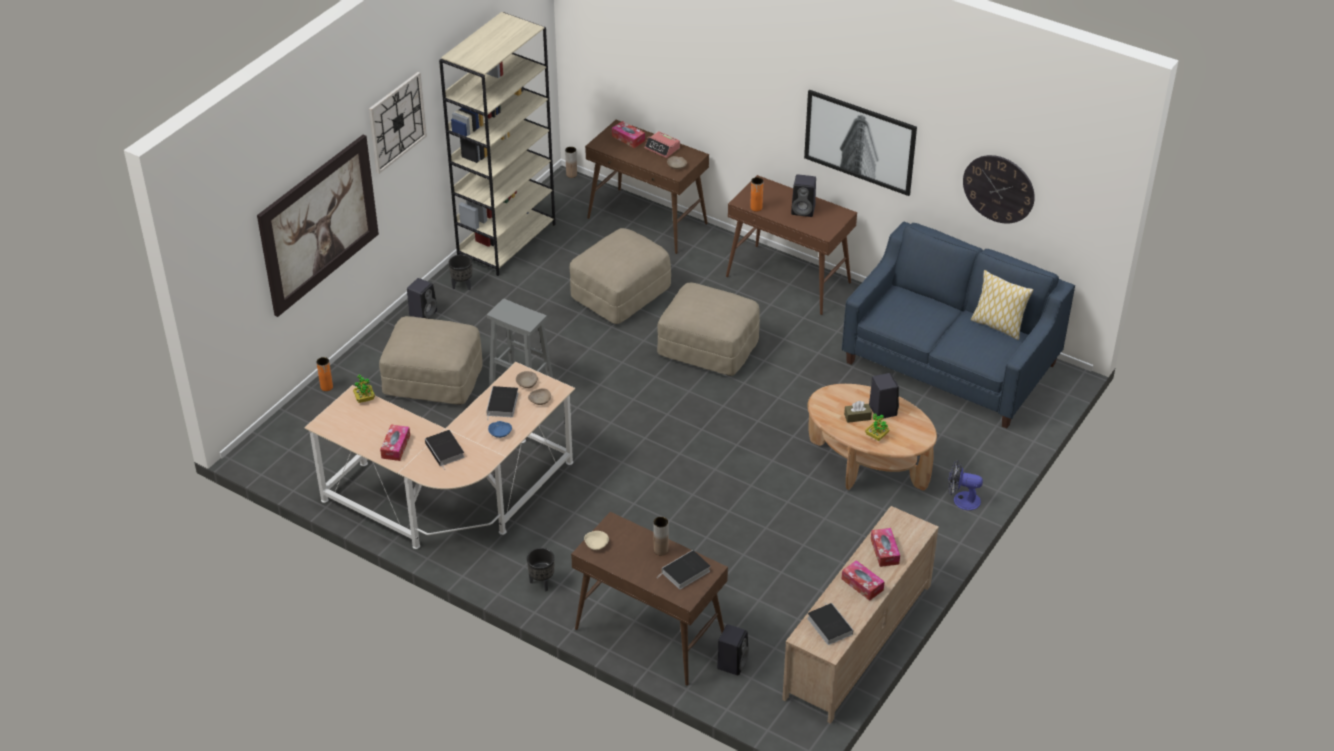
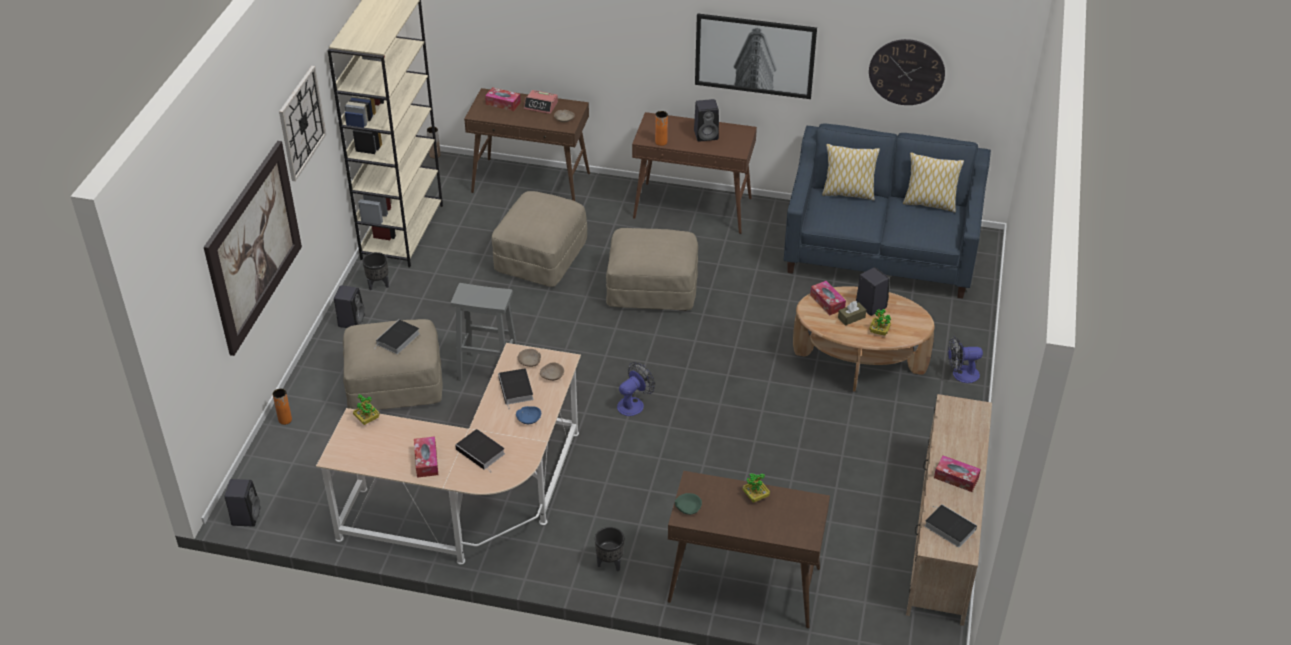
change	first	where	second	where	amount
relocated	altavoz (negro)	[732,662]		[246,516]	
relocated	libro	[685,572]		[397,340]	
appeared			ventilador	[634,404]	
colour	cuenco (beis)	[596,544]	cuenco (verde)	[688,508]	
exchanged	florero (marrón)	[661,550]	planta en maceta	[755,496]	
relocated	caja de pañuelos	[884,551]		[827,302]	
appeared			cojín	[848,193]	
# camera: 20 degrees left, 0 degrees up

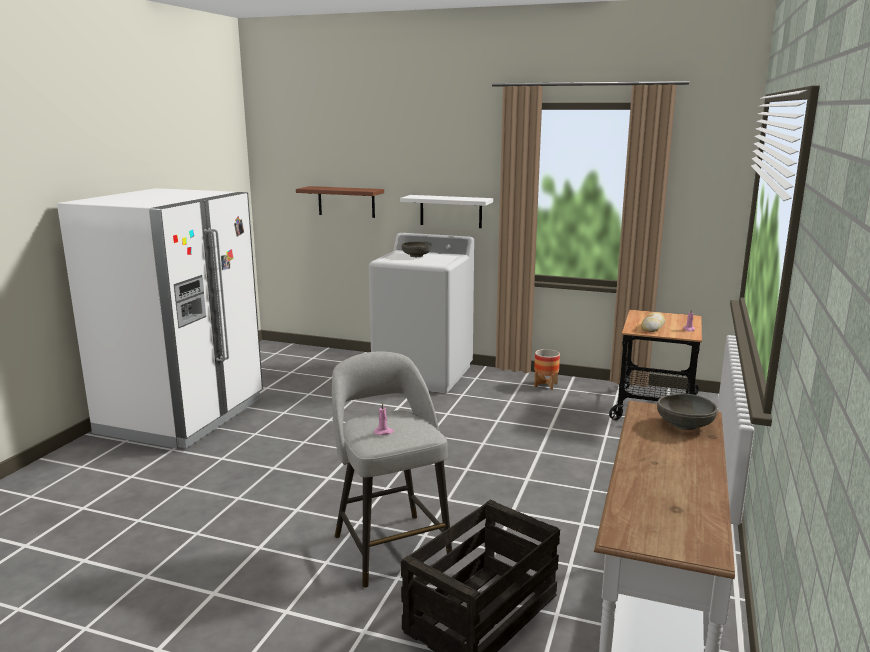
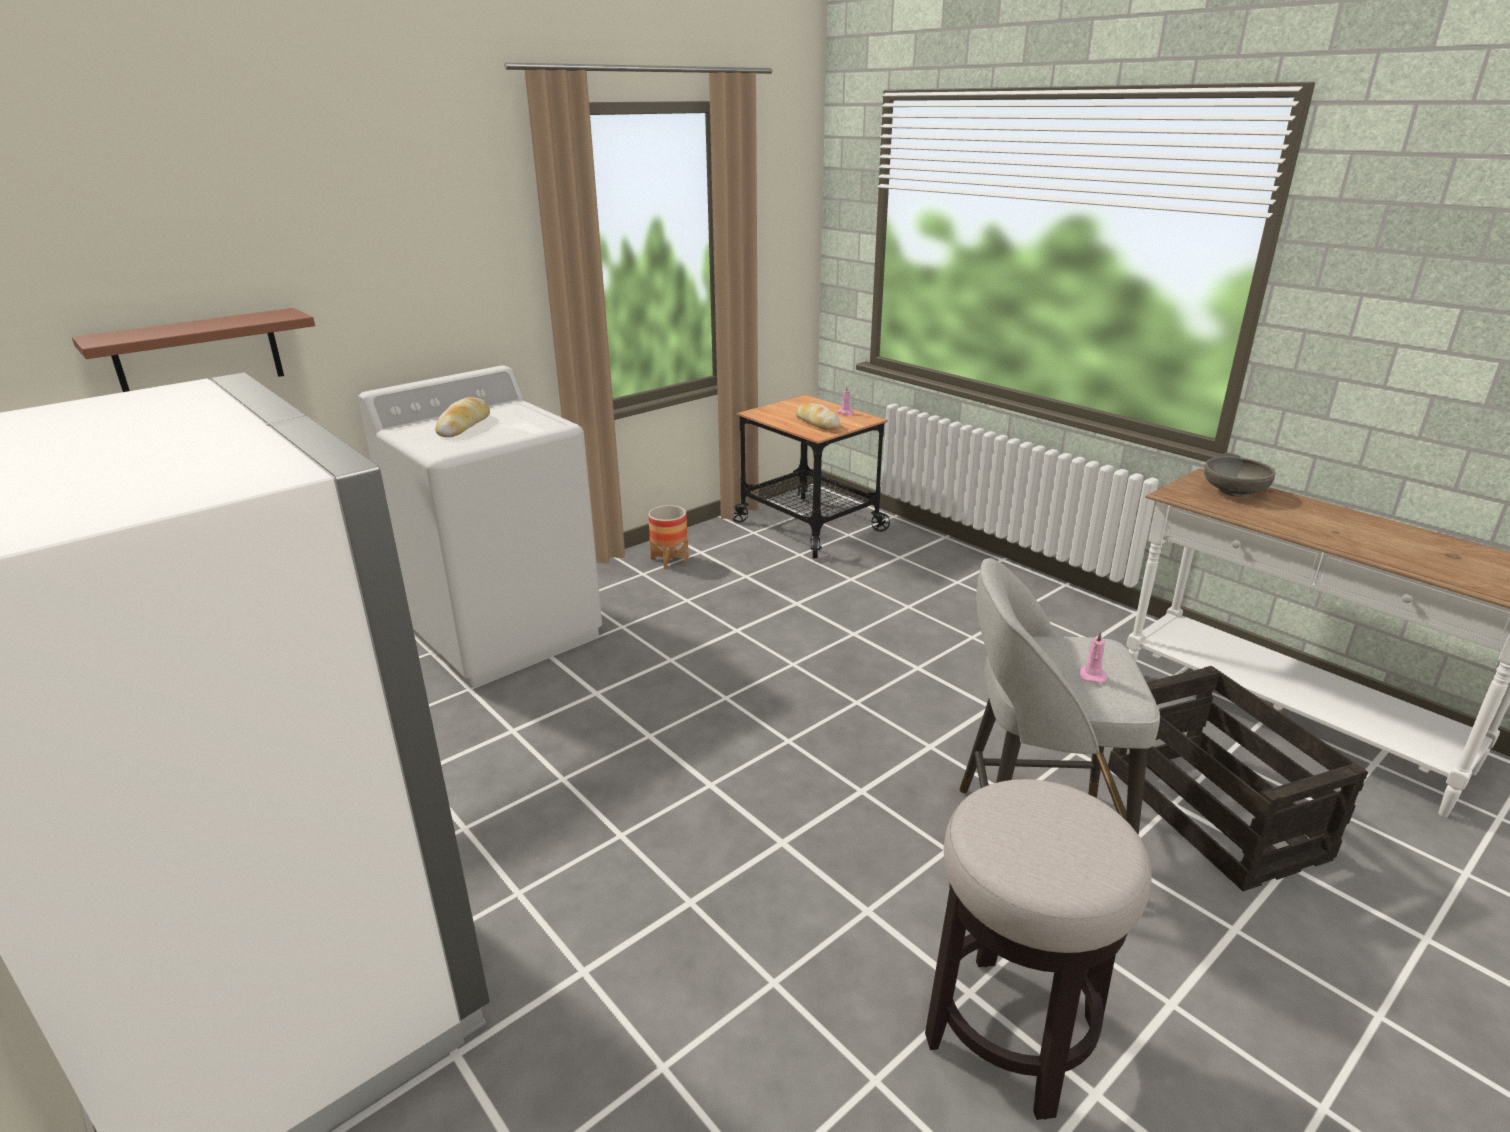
change	first	where	second	where	amount
exchanged	cuenco (gris)	[416,256]	pan	[464,425]	
appeared			taburete	[1012,1034]	
missing	estante (blanco)	[450,211]			
# camera: 60 degrees left, 10 degrees up

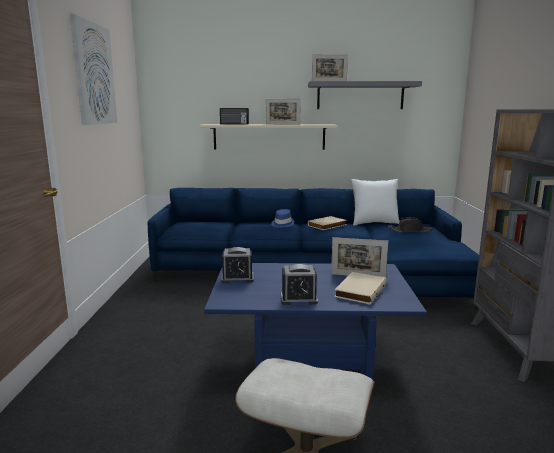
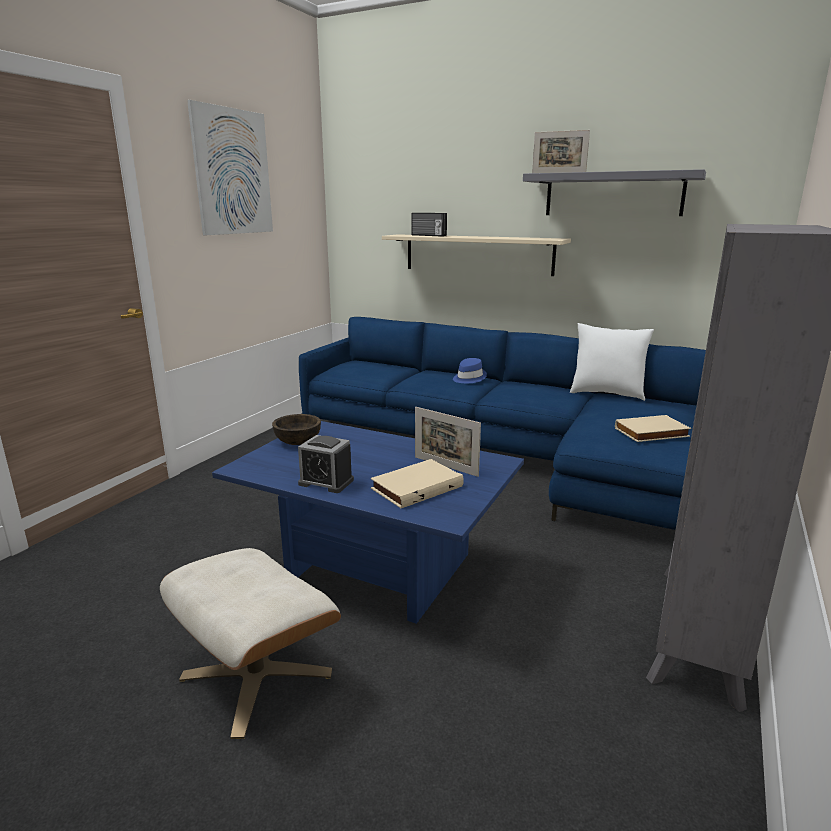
change	first	where	second	where	amount
exchanged	despertador	[237,278]	cuenco (marrón)	[298,442]	
relocated	libro (beis)	[327,225]		[652,433]	
missing	portarretratos	[282,124]			
missing	sombrero (negro)	[410,230]			
# camera: 25 degrees right, 5 degrees up

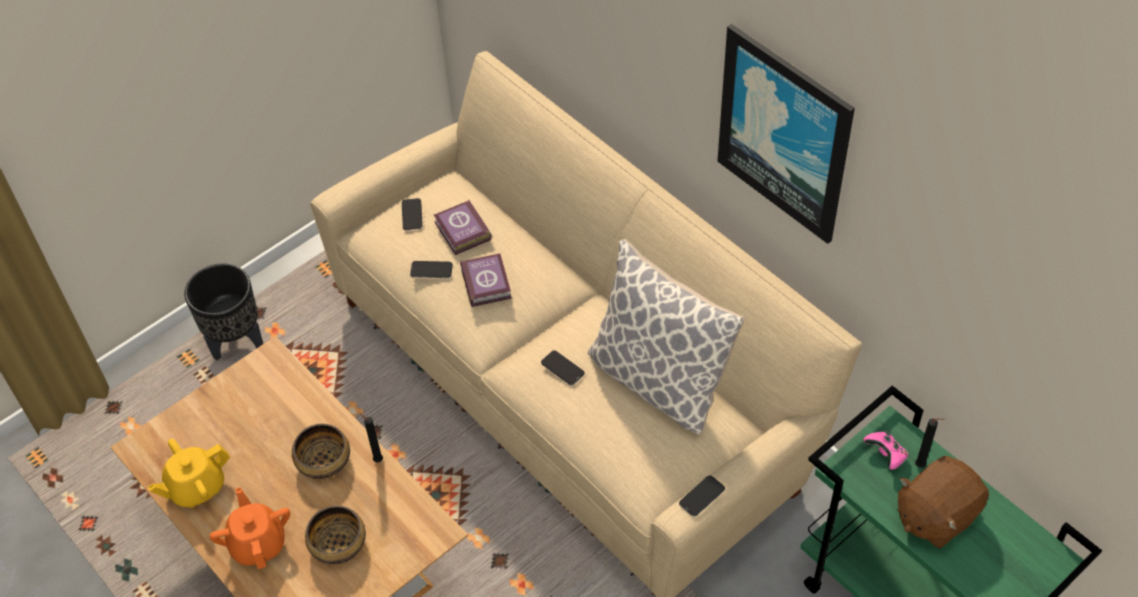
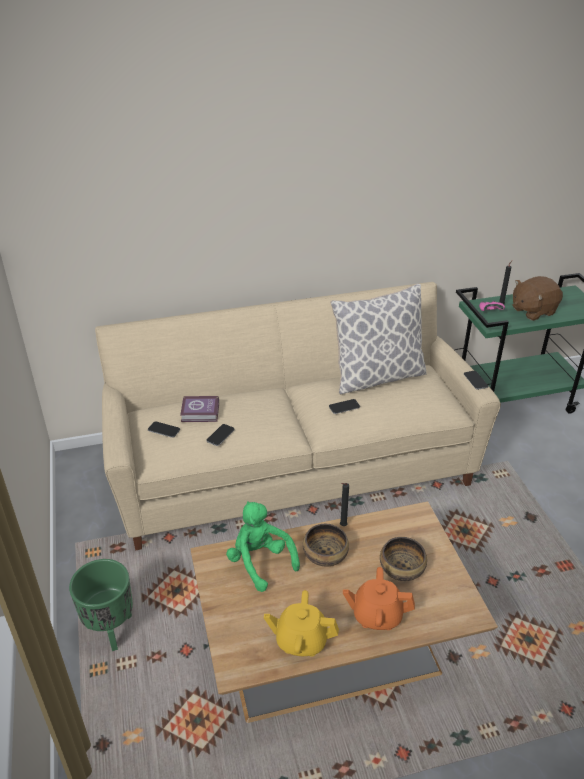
change	first	where	second	where	amount
colour	maceta (negro)	[237,342]	maceta (verde)	[111,630]	
appeared			peluche (verde)	[260,562]	
spun	tetera (amarillo)	[196,487]		[301,640]	105 degrees clockwise
spun	peluche (marrón)	[935,515]		[532,311]	75 degrees clockwise
missing	libro	[487,282]			
missing	cuadro	[784,133]			
# camera: 65 degrees left, 15 degrees down

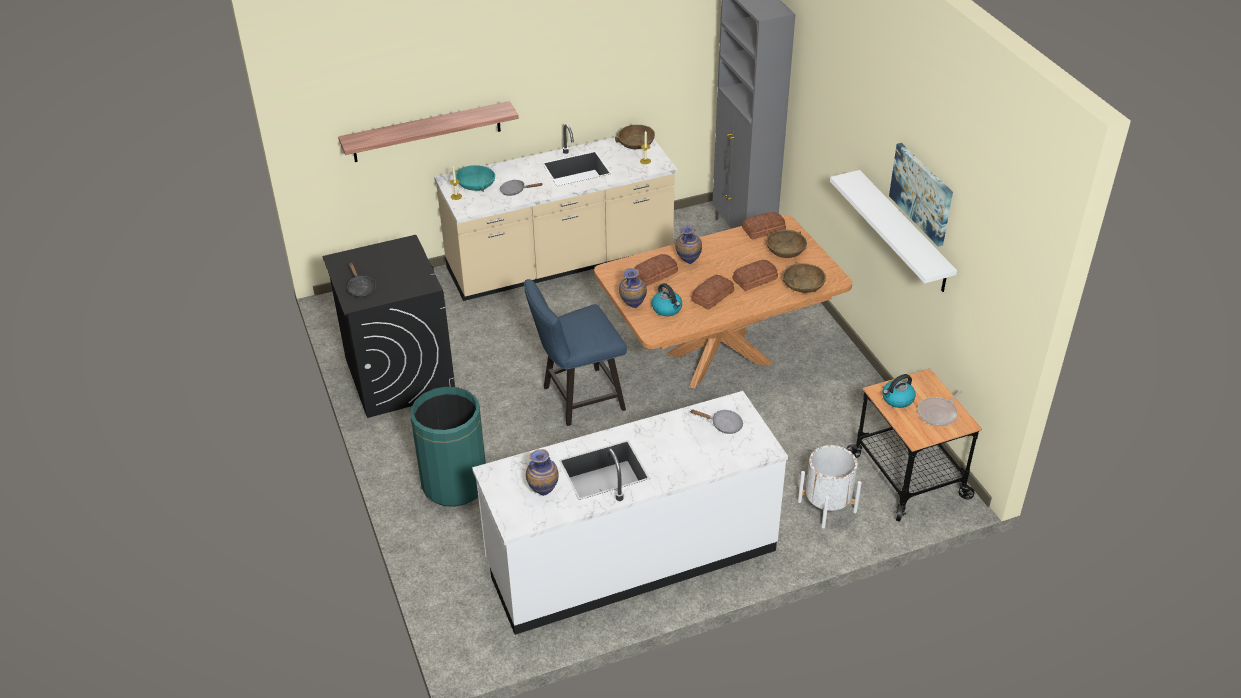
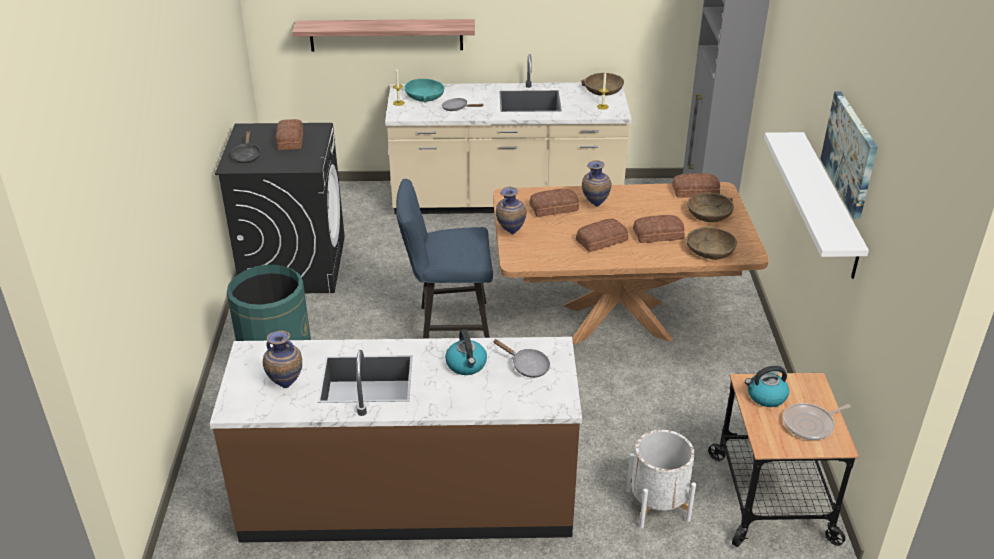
change	first	where	second	where	amount
colour	mueble bajo de cocina (blanco)	[631,557]	mueble bajo de cocina (marrón)	[408,496]	
appeared			pan	[289,140]	
relocated	hervidor	[667,309]		[466,365]	
# camera: 20 degrees right, 5 degrees down

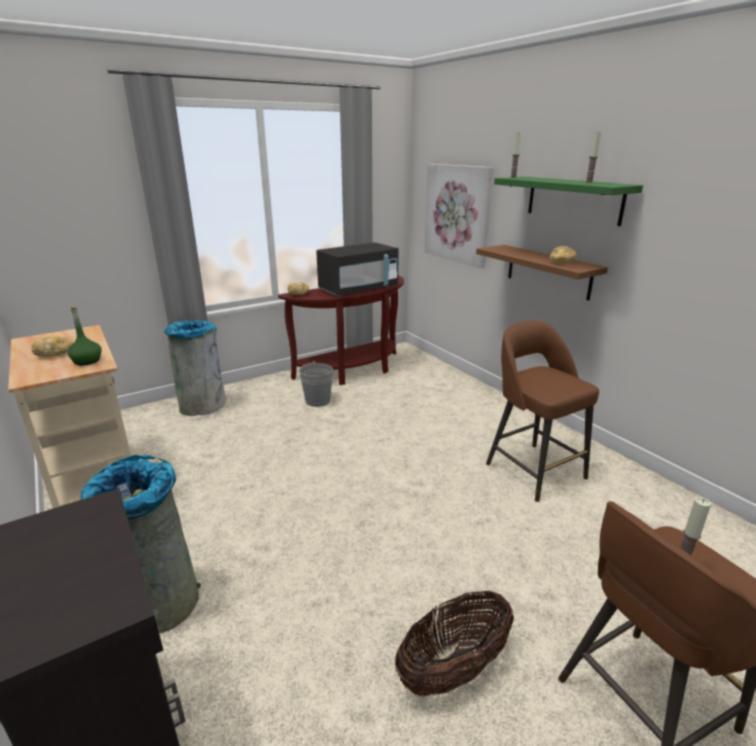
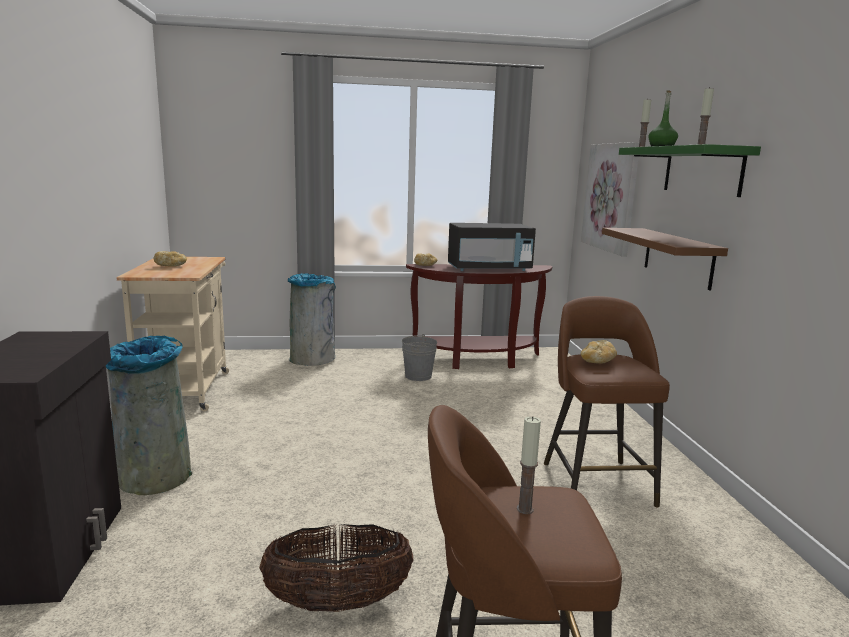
change	first	where	second	where	amount
relocated	pan	[561,262]		[597,362]	
relocated	botella (verde)	[87,361]		[661,147]	
# camera: 25 degrees right, 10 degrees down

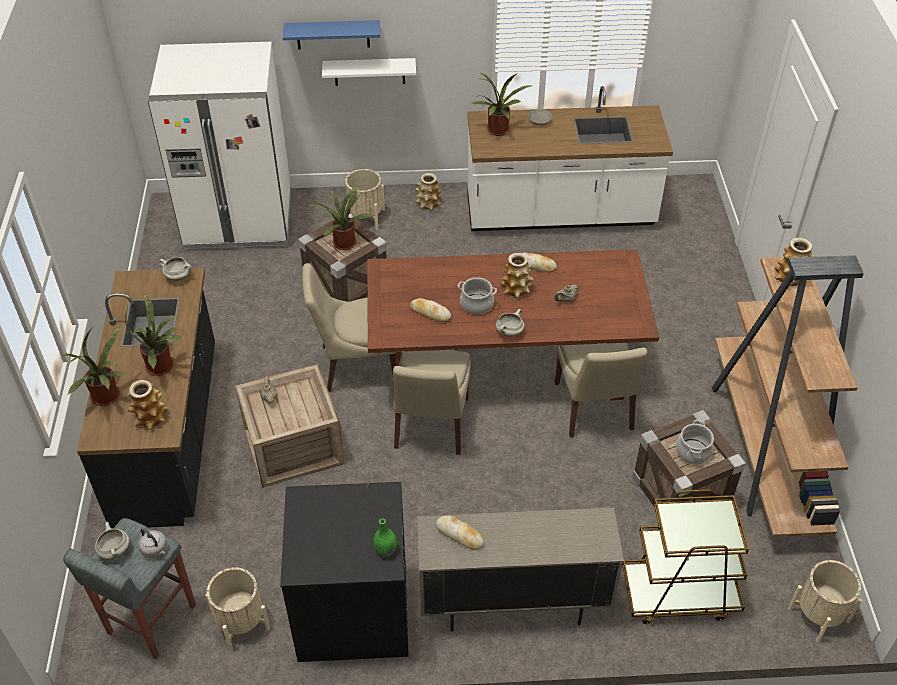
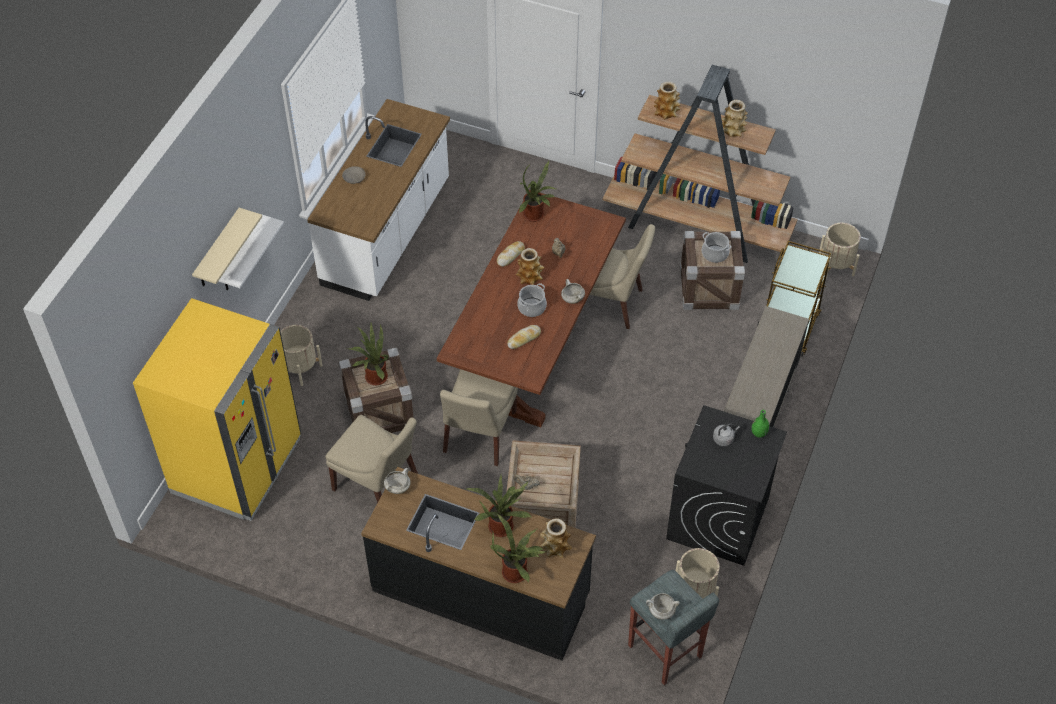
change	first	where	second	where	amount
colour	nevera (blanco)	[239,220]	nevera (amarillo)	[237,466]	
colour	estante (azul)	[333,34]	estante (beis)	[218,250]	
relocated	silla (beis)	[431,425]		[378,485]	
relocated	planta en maceta	[498,131]		[535,216]	
relocated	hervidor (gris)	[155,550]		[724,439]	
relocated	florero	[428,204]		[732,130]	
missing	pan	[459,535]			
# camera: 65 degrees left, 5 degrees up

